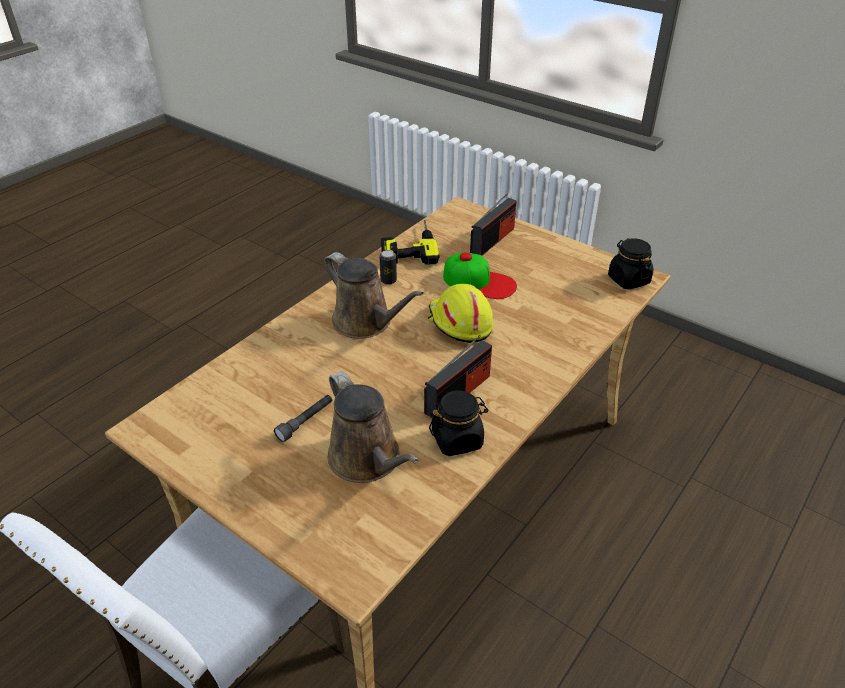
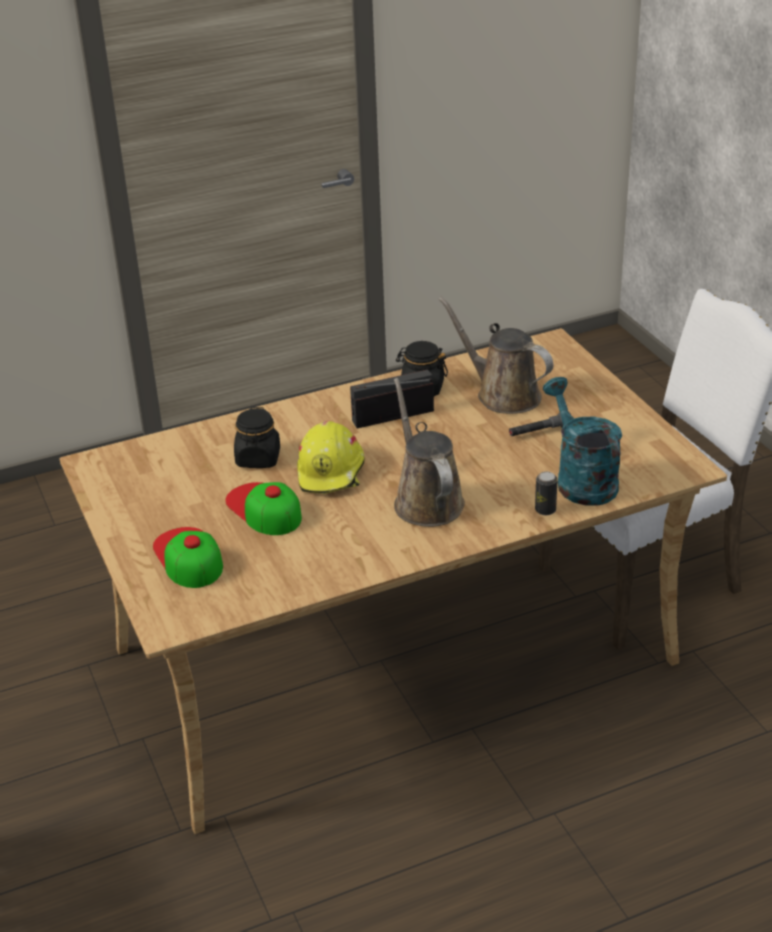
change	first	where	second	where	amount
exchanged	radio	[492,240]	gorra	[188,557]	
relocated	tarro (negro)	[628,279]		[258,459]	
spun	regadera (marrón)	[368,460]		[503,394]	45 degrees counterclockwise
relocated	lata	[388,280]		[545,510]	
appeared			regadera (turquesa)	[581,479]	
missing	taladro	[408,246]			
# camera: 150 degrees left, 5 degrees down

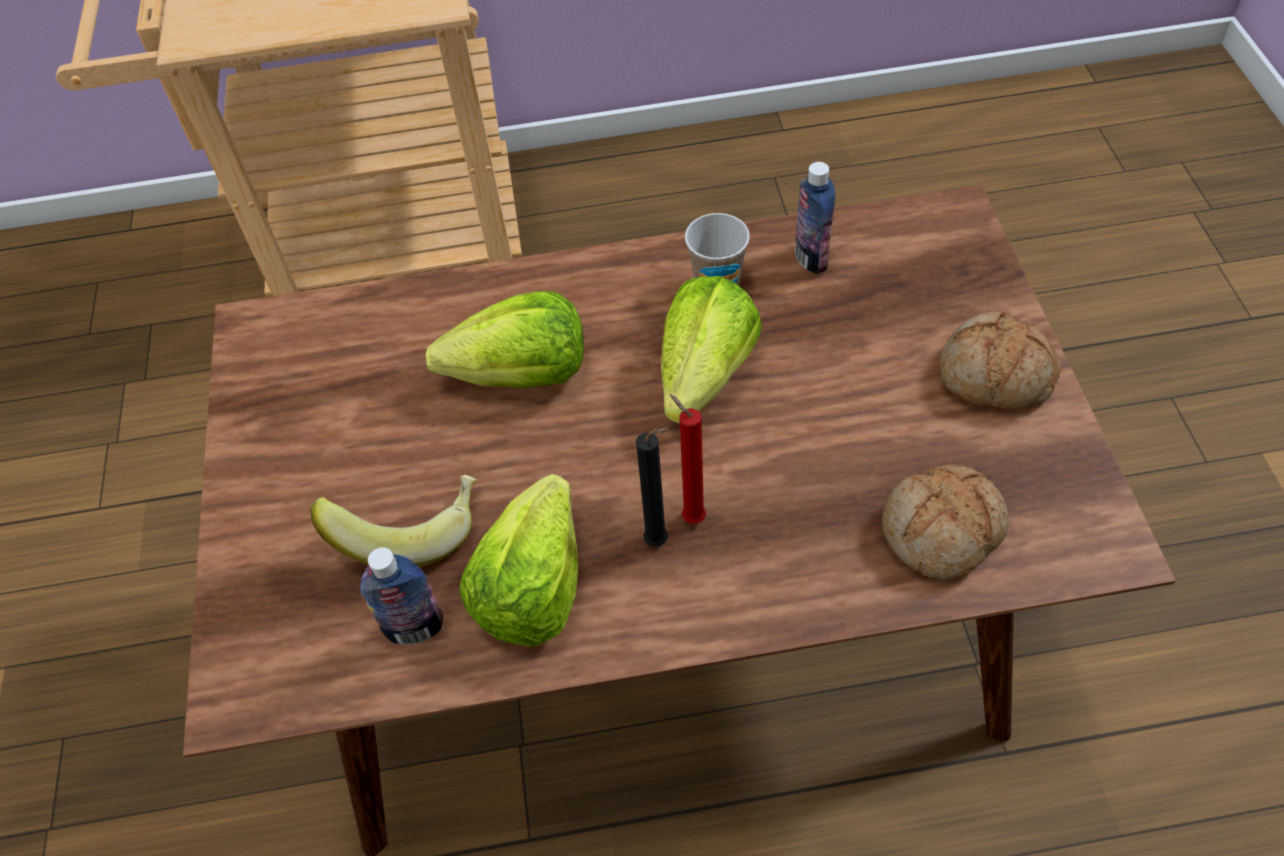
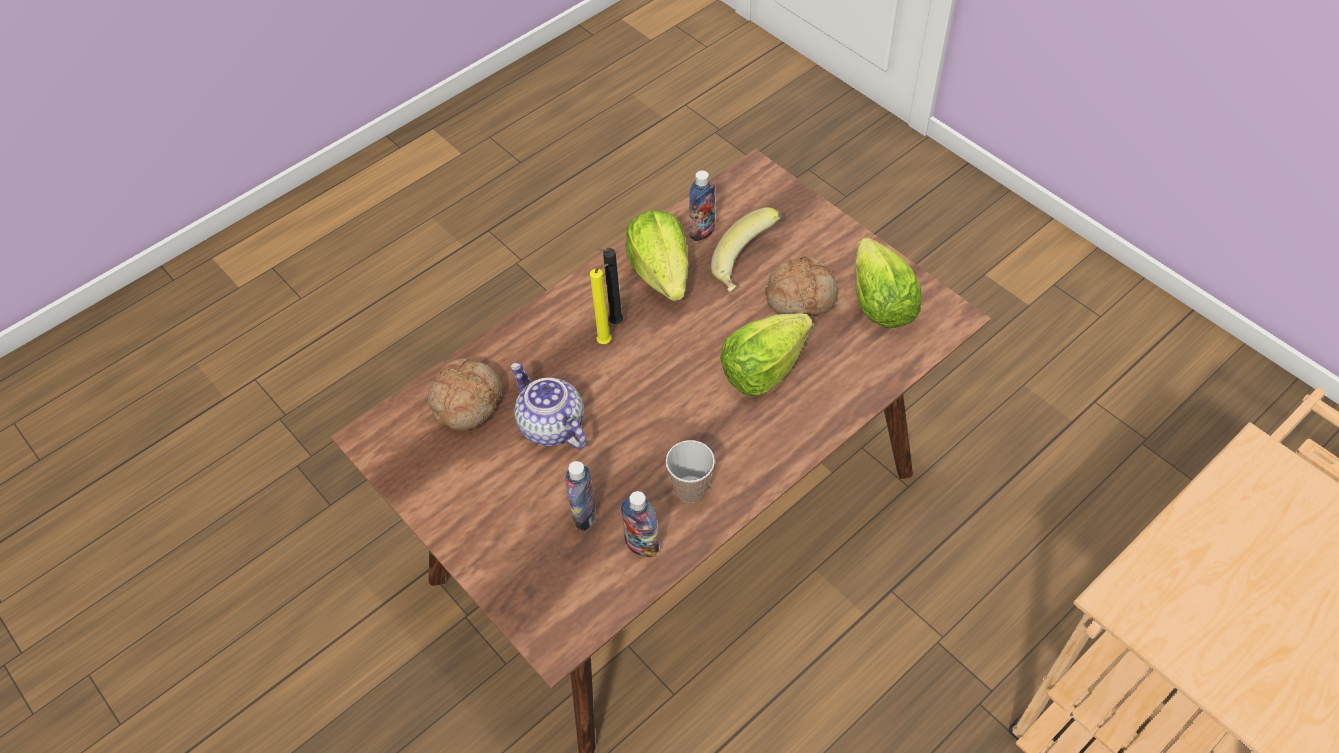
change	first	where	second	where	amount
appeared			tetera	[550,426]	
appeared			botella	[584,516]	
colour	vela (rojo)	[690,516]	vela (amarillo)	[606,342]	
relocated	pan	[994,377]		[801,295]	
relocated	lechuga	[705,375]		[879,303]	
# camera: 145 degrees right, 0 degrees up

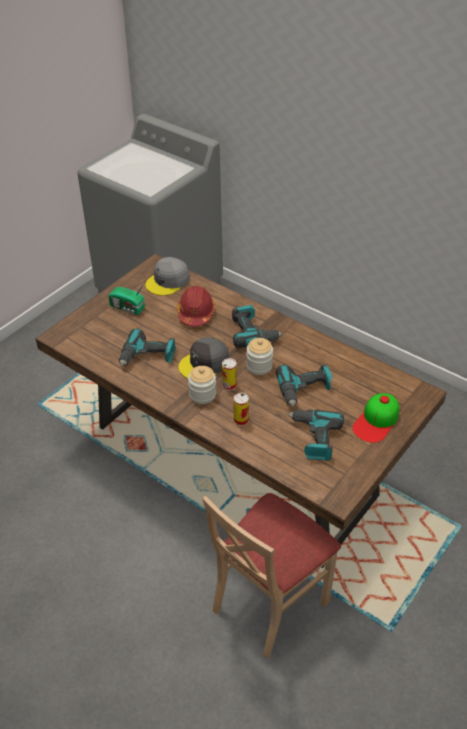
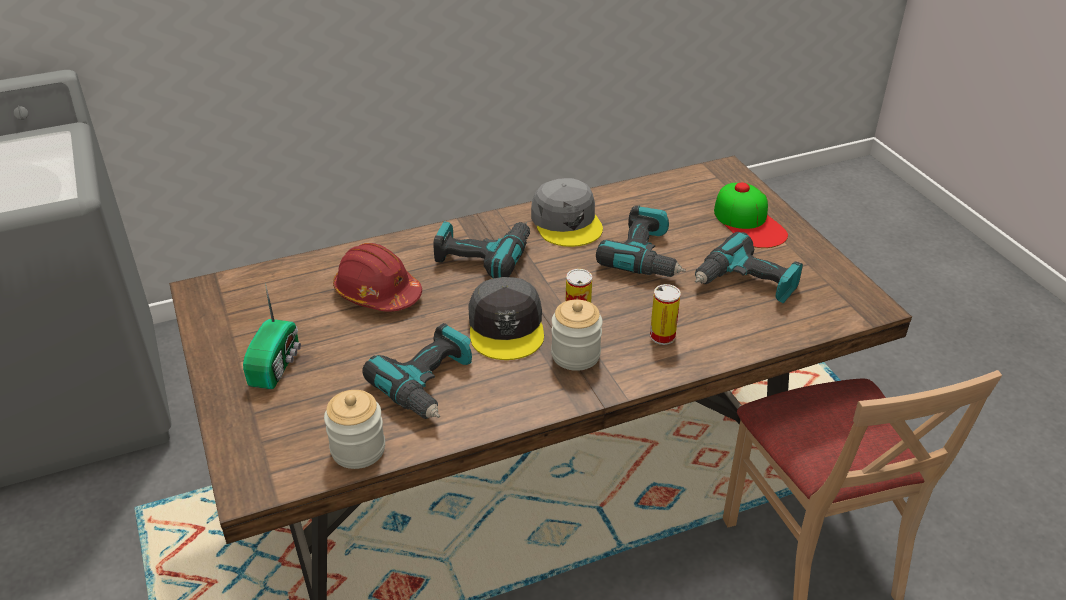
change	first	where	second	where	amount
spun	radio	[128,308]		[277,364]	45 degrees counterclockwise
relocated	tarro	[259,366]		[358,449]	
relocated	gorra (gris)	[168,281]		[567,222]	
# camera: 60 degrees left, 5 degrees down

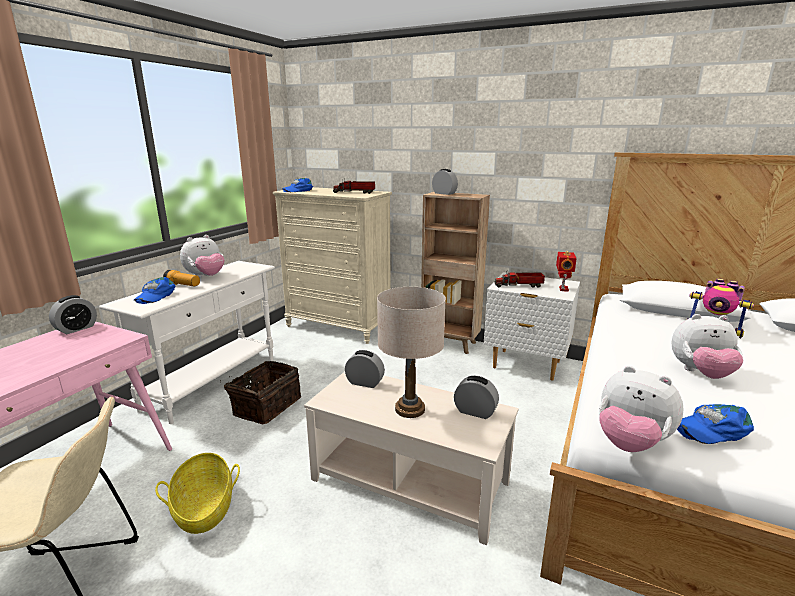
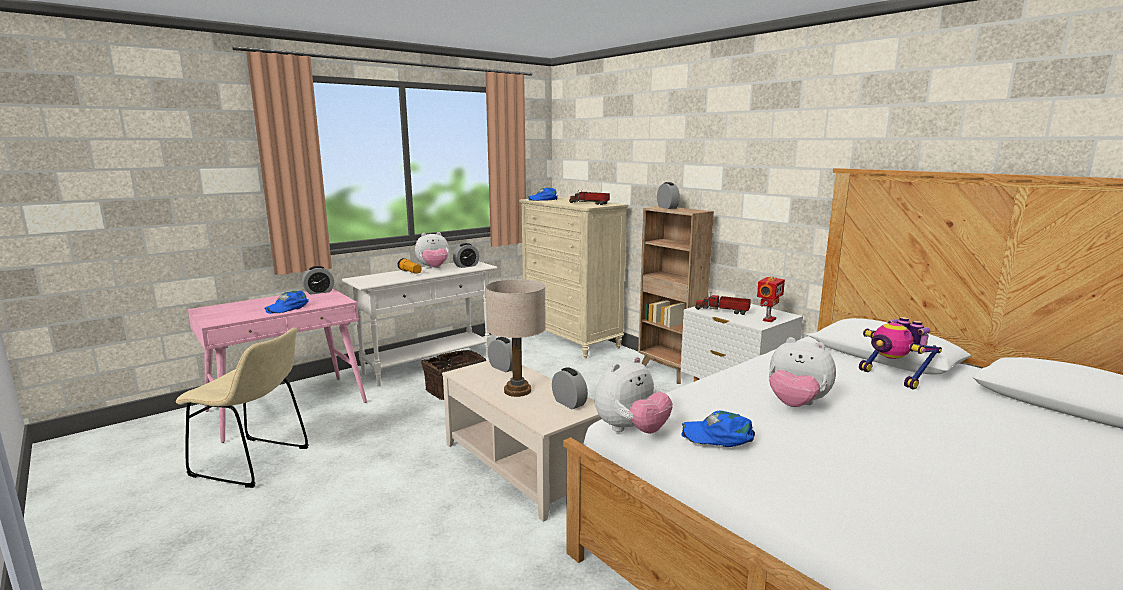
change	first	where	second	where	amount
relocated	gorra (azul)	[155,295]		[288,307]	
appeared			despertador	[466,266]	
spun	peluche	[630,443]		[631,430]	105 degrees counterclockwise
missing	cesta	[204,508]			
# camera: 25 degrees right, 5 degrees down

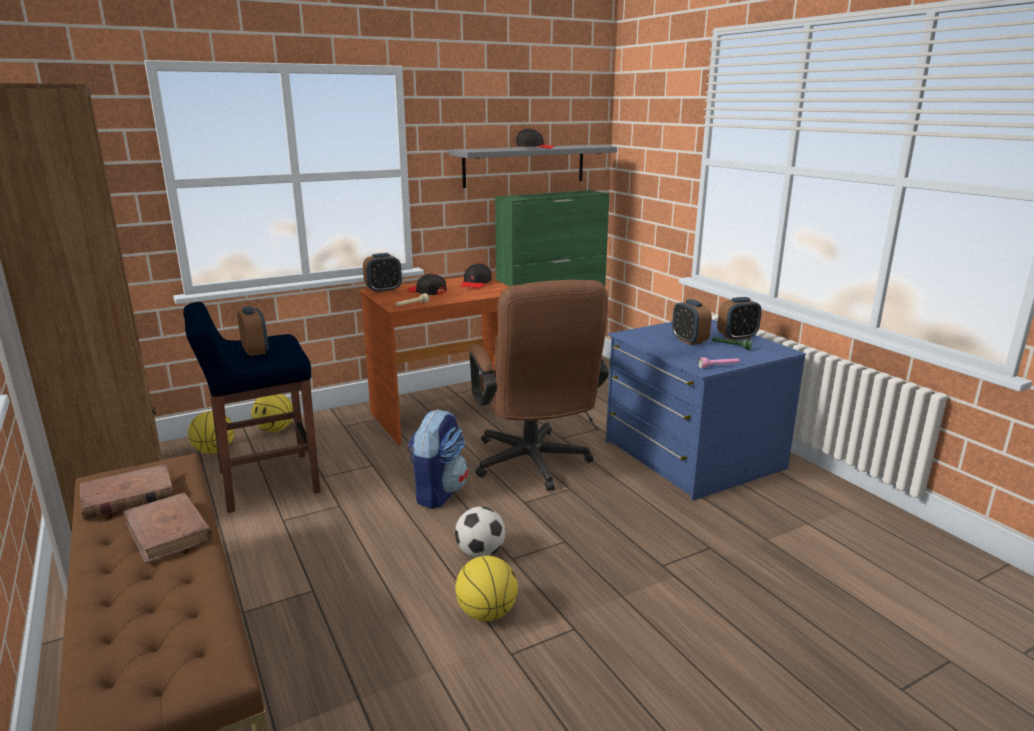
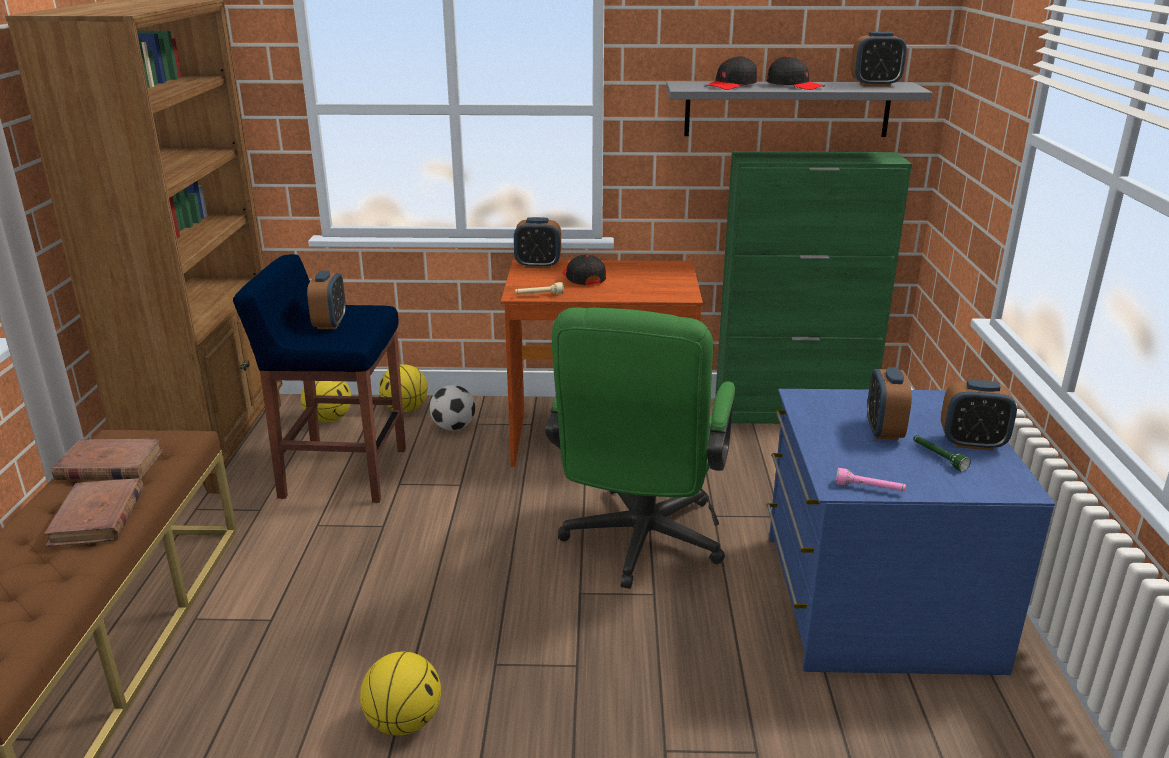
change	first	where	second	where	amount
relocated	balón de fútbol	[480,553]		[453,427]	
colour	silla de oficina (marrón)	[534,466]	silla de oficina (verde)	[639,546]	
relocated	gorra (negro)	[476,283]		[731,85]	
appeared			despertador	[875,85]	
missing	mochila	[438,492]			
# camera: 30 degrees right, 5 degrees up

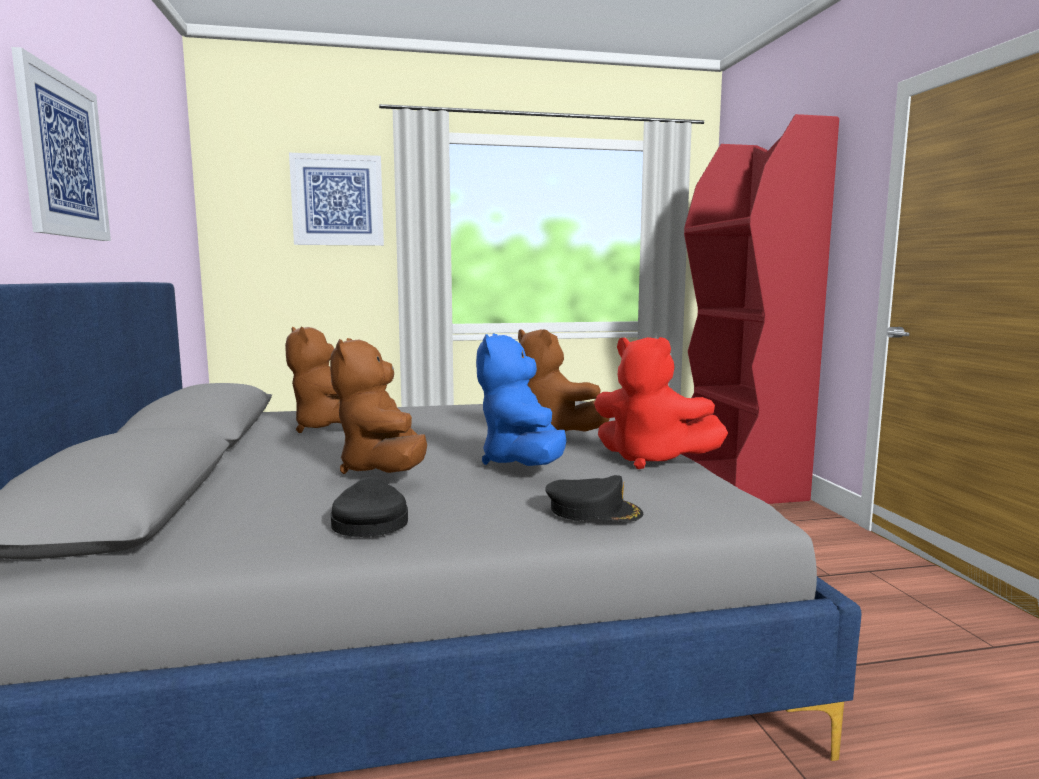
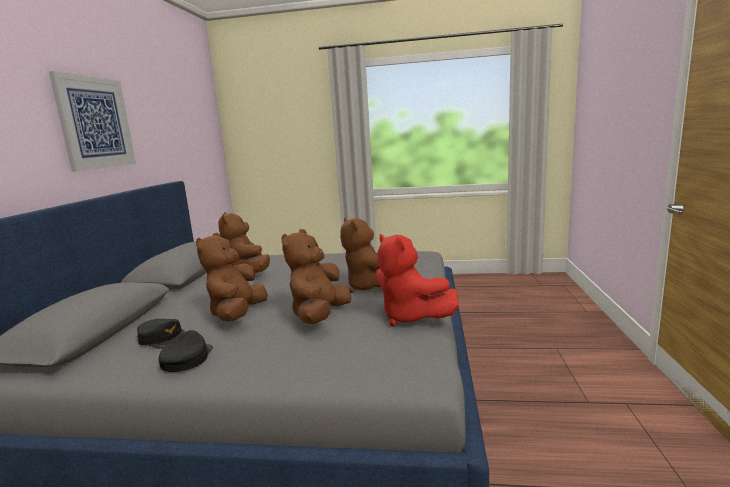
change	first	where	second	where	amount
relocated	gorra (negro)	[593,510]		[163,338]	
colour	peluche (azul)	[523,464]	peluche (marrón)	[320,316]	
missing	cuadro	[337,200]			
missing	estantería (rojo)	[738,483]			
# camera: 20 degrees right, 5 degrees up

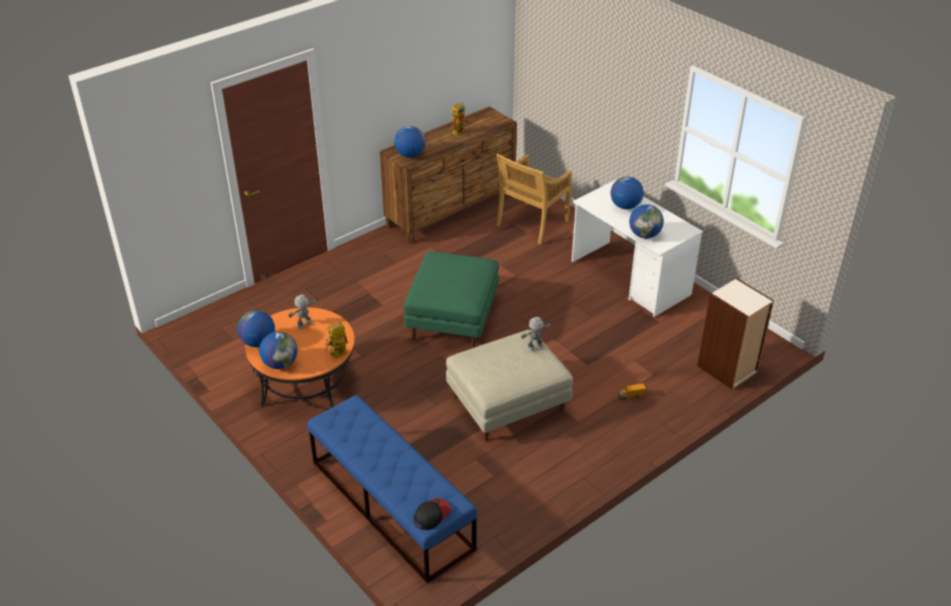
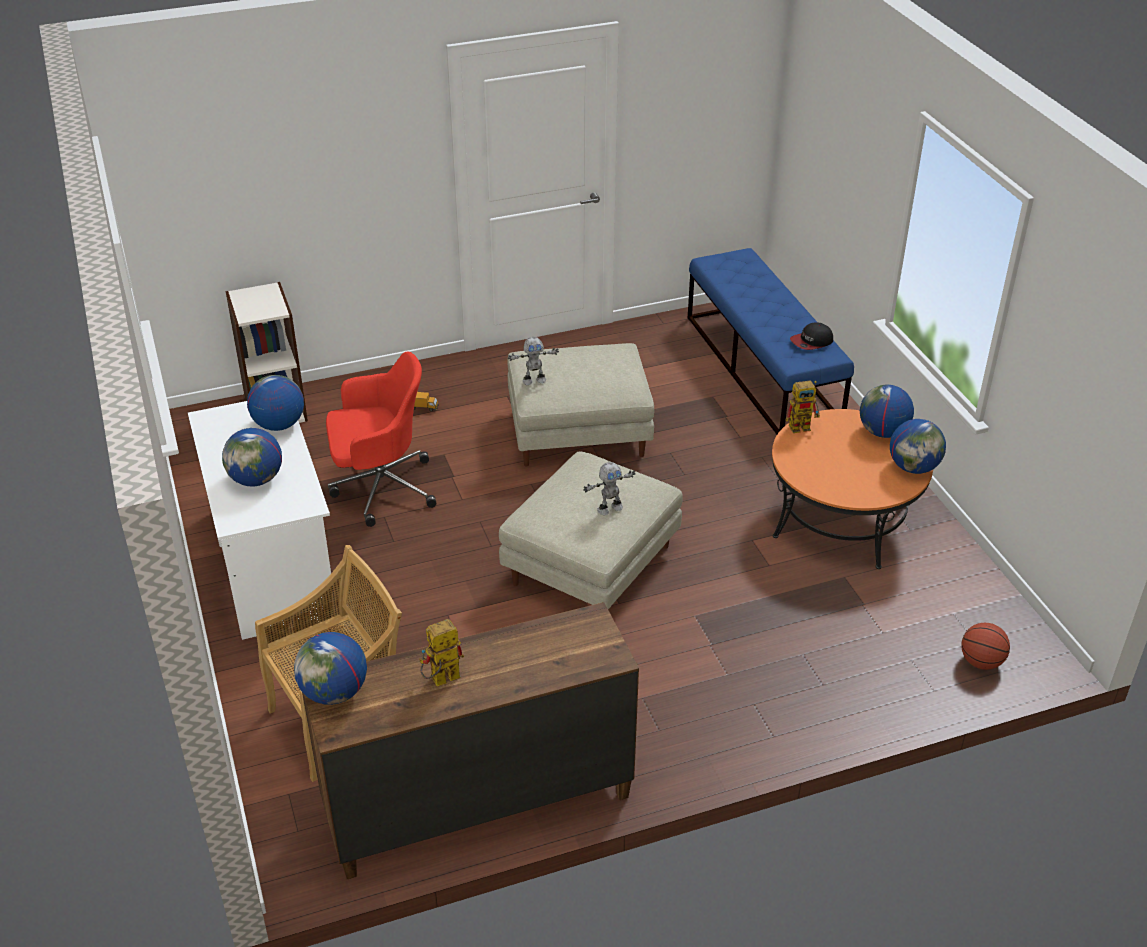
change	first	where	second	where	amount
relocated	globo terráqueo	[410,155]		[334,692]	
appeared			silla de oficina (rojo)	[381,487]	
colour	puf (verde)	[452,317]	puf (beis)	[591,567]	
relocated	robot de juguete	[304,324]		[609,508]	
relocated	gorra	[431,515]		[811,342]	
appeared			balón de baloncesto	[981,662]	
# camera: 160 degrees left, 0 degrees up

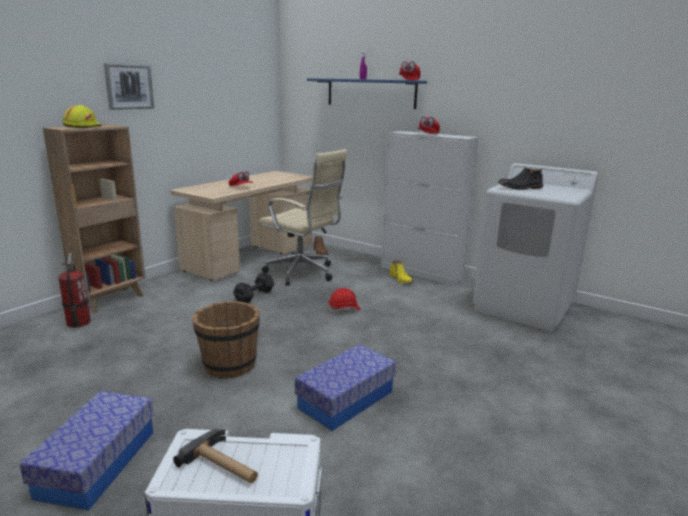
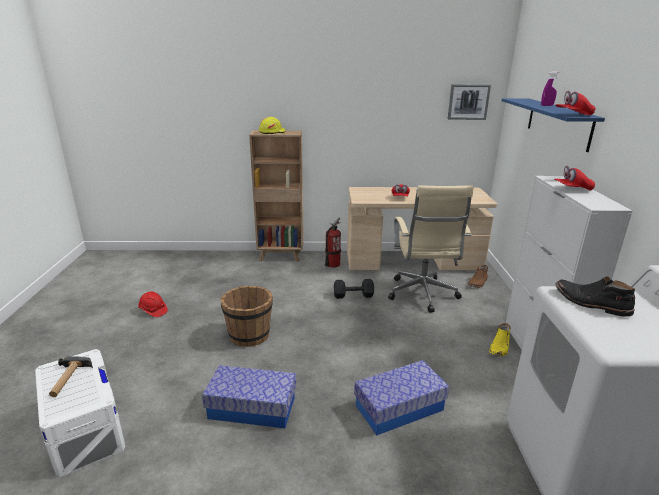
change	first	where	second	where	amount
relocated	casco (rojo)	[344,309]		[153,311]	
relocated	extintor	[78,323]		[332,264]	
relocated	caja de almacenaje	[97,463]		[399,408]	
relocated	cuadro	[129,86]		[468,102]	
# camera: 55 degrees right, 5 degrees up

